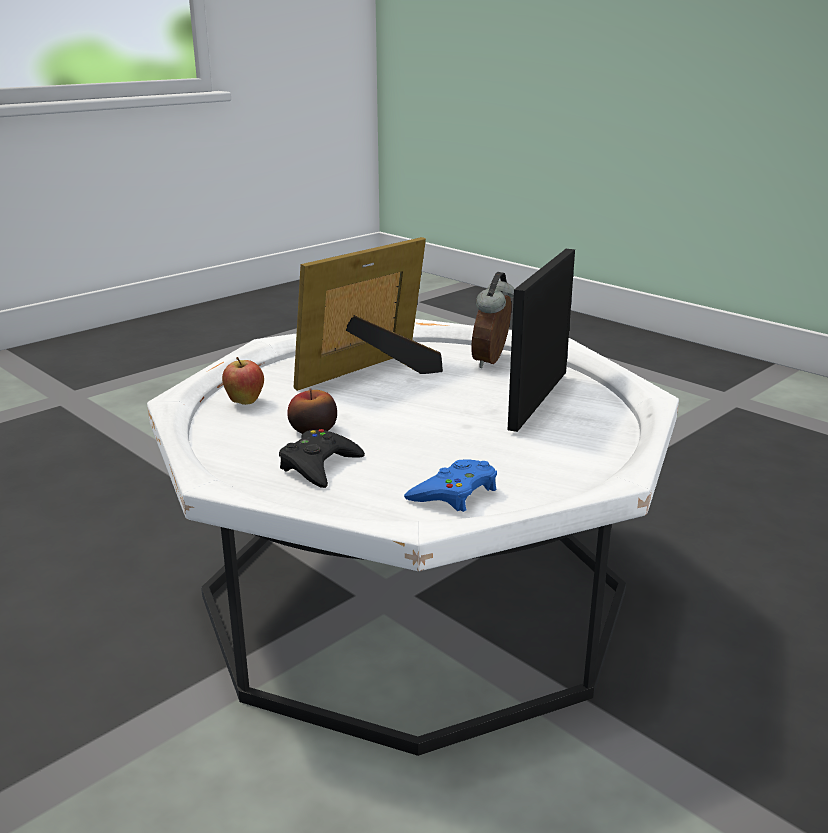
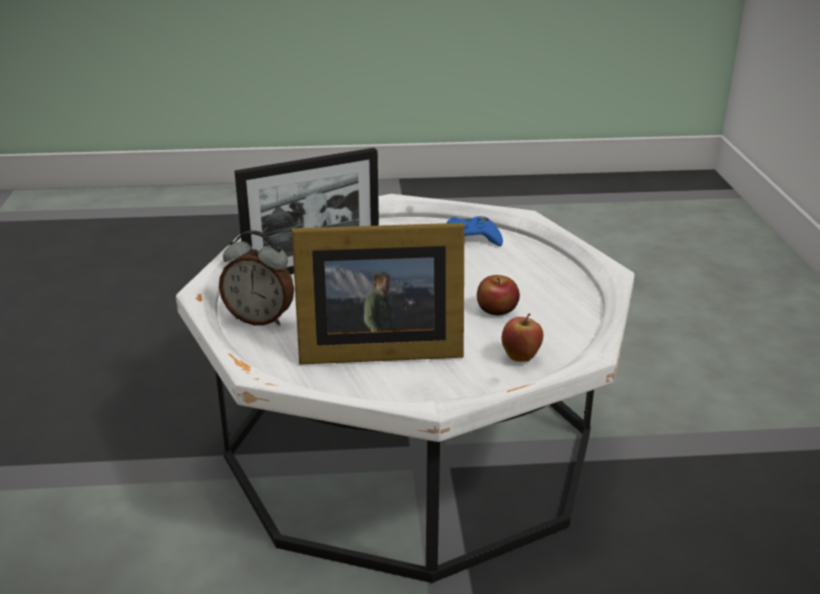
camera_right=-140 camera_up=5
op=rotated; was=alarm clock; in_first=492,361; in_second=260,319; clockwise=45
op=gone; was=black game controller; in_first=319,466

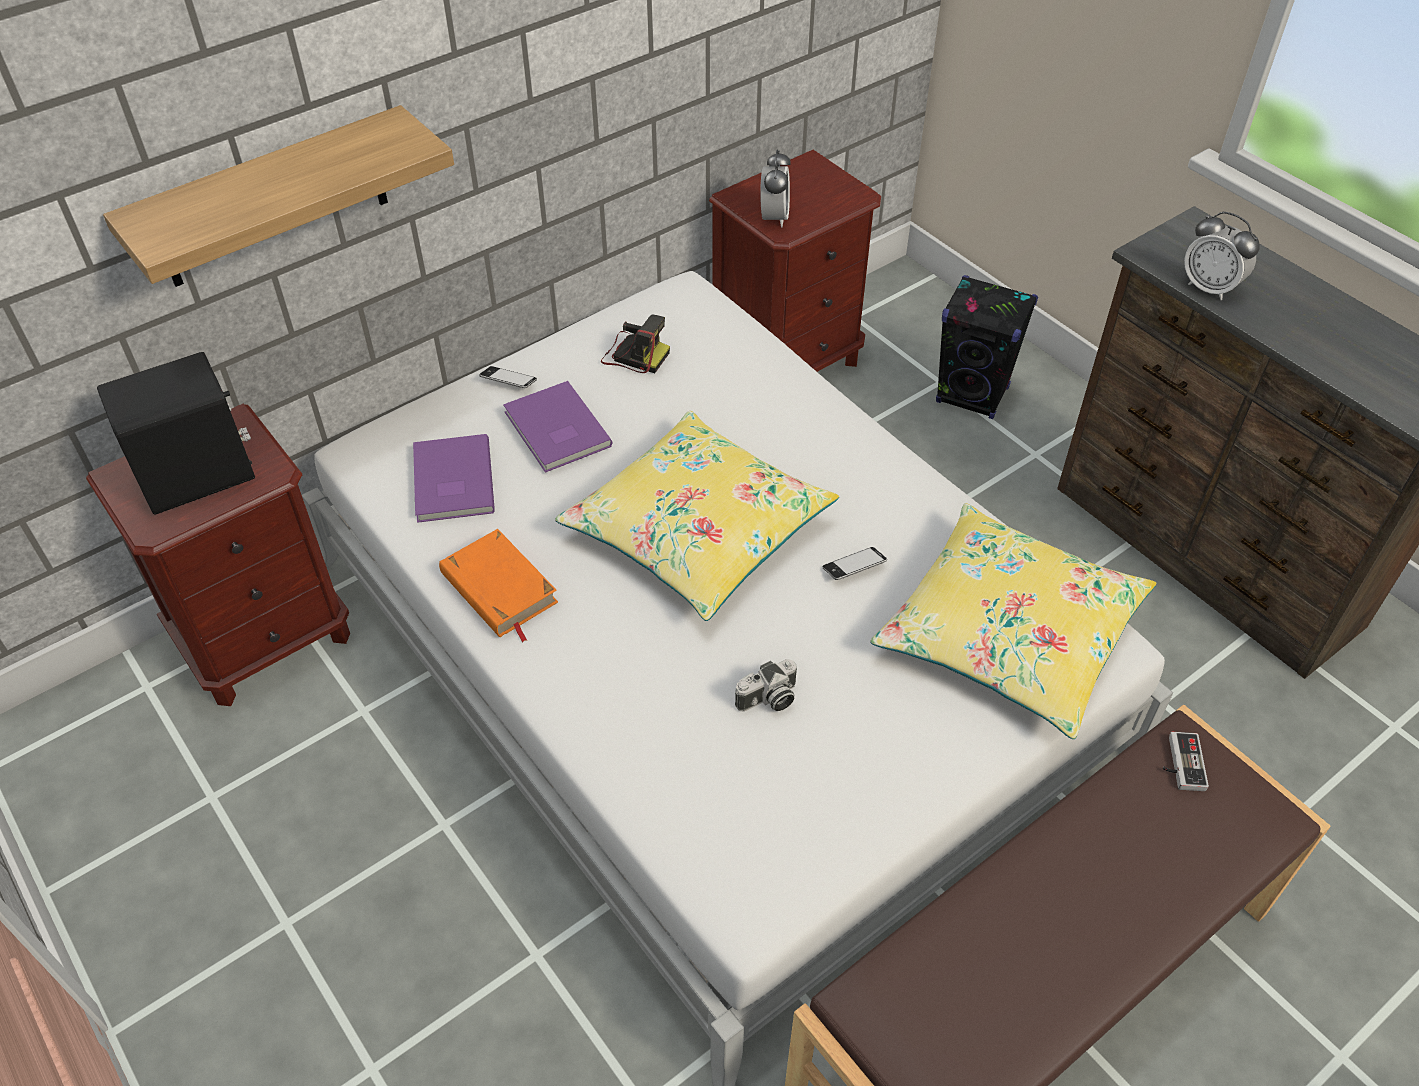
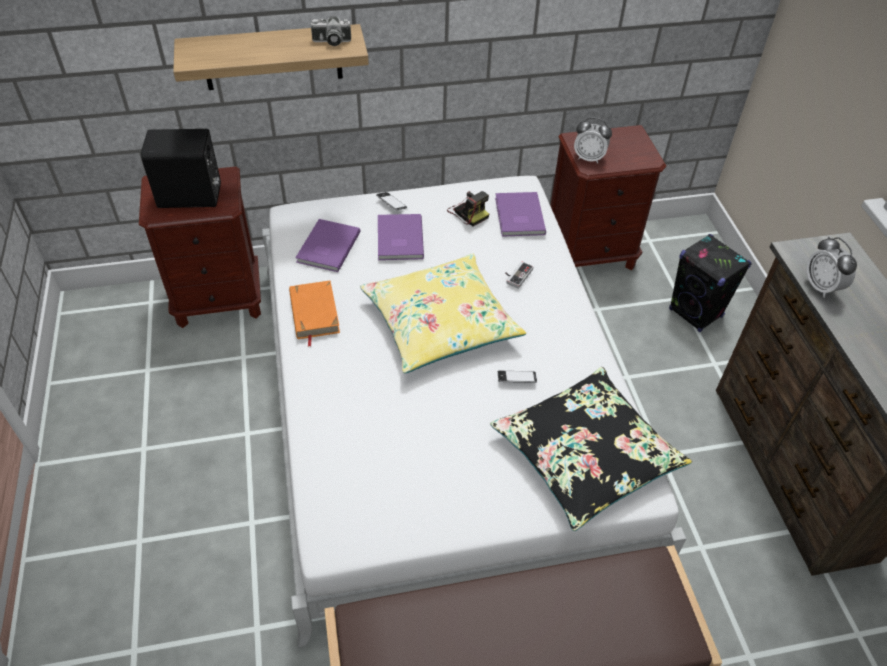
camera_right=25 camera_up=0
op=rotated; was=alarm clock; in_first=774,218; in_second=589,158; clockwise=75
op=repainted; was=yellow pillow; now=black pillow; in_first=1009,633; in_second=585,455
op=shifted; was=photo camera; in_first=768,700; in_second=331,42
op=shifted; was=game controller; in_first=1180,763; in_second=516,275
op=new; now=purple book; in_second=518,216

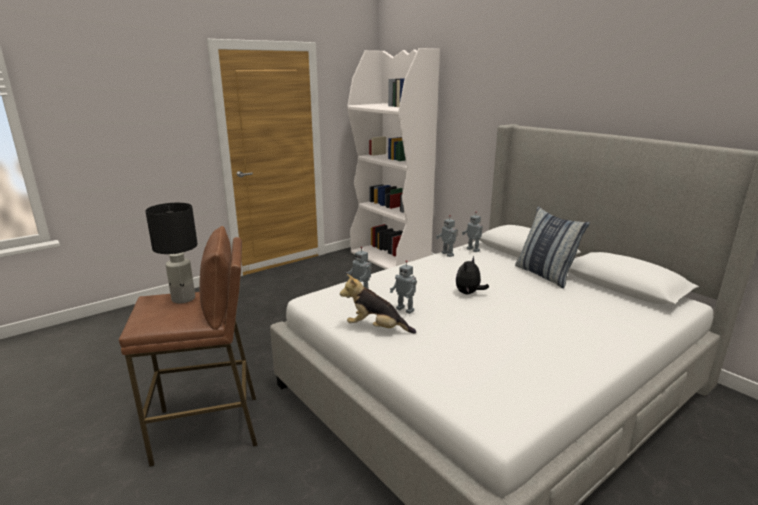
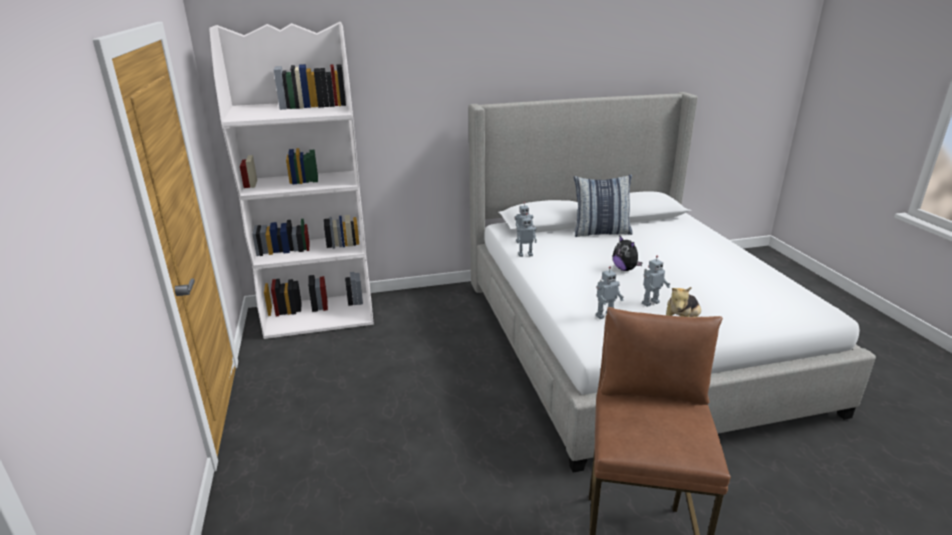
camera_right=-65 camera_up=5
op=gone; was=black table lamp; in_first=184,299

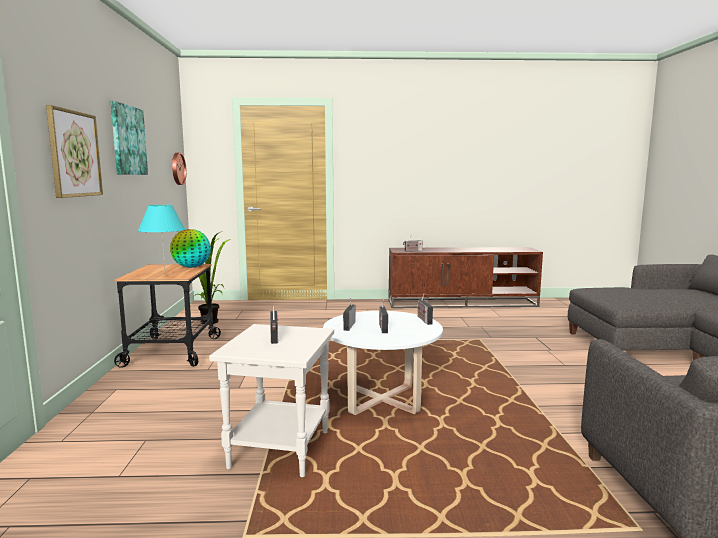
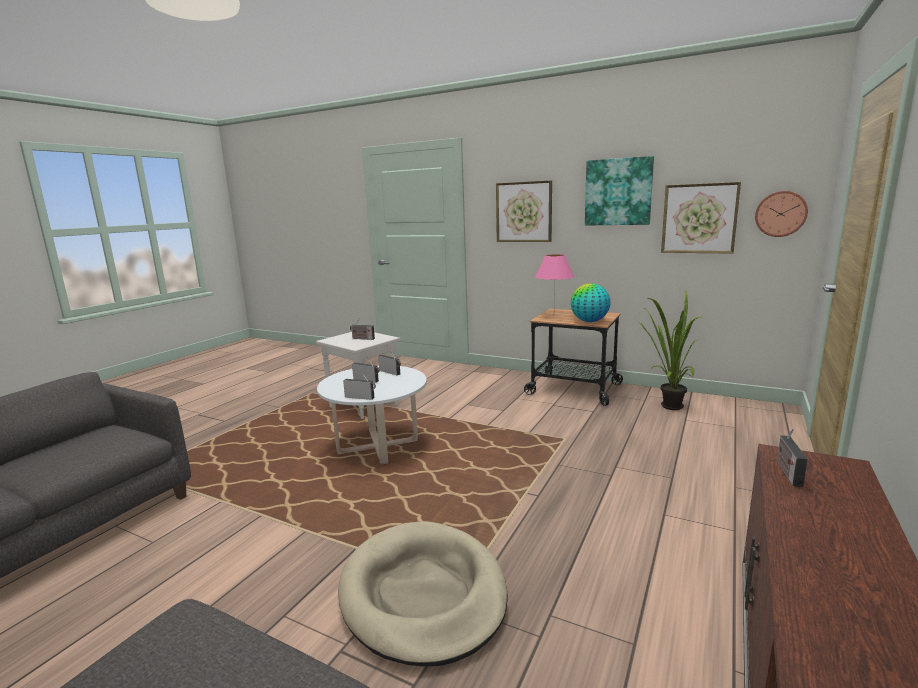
camera_right=120 camera_up=5
op=repainted; was=turquoise table lamp; now=pink table lamp; in_first=165,275; in_second=553,316
op=new; now=picture; in_second=699,218
op=new; now=beige dog bed; in_second=423,594

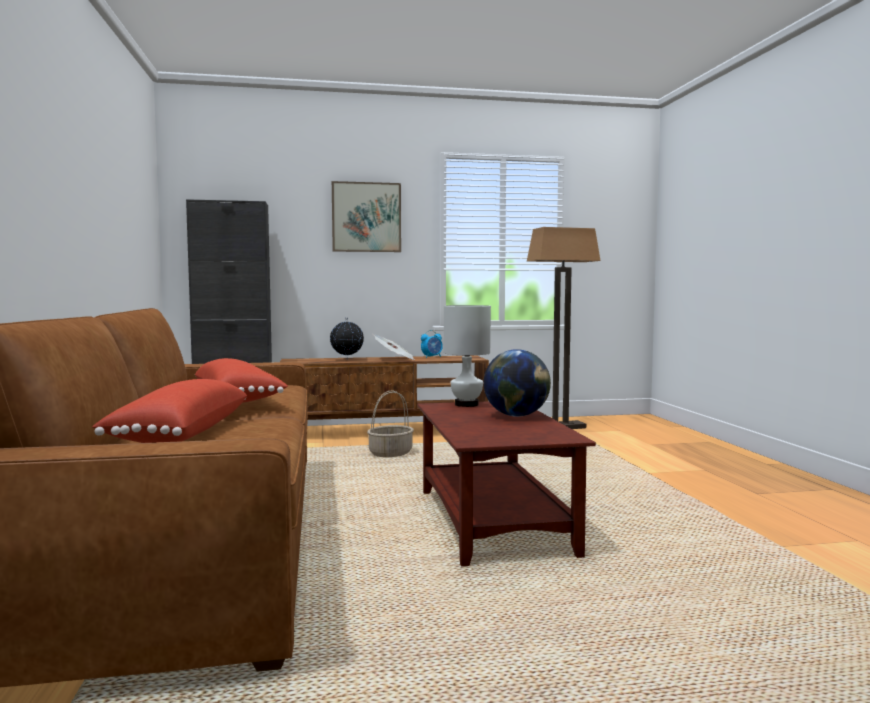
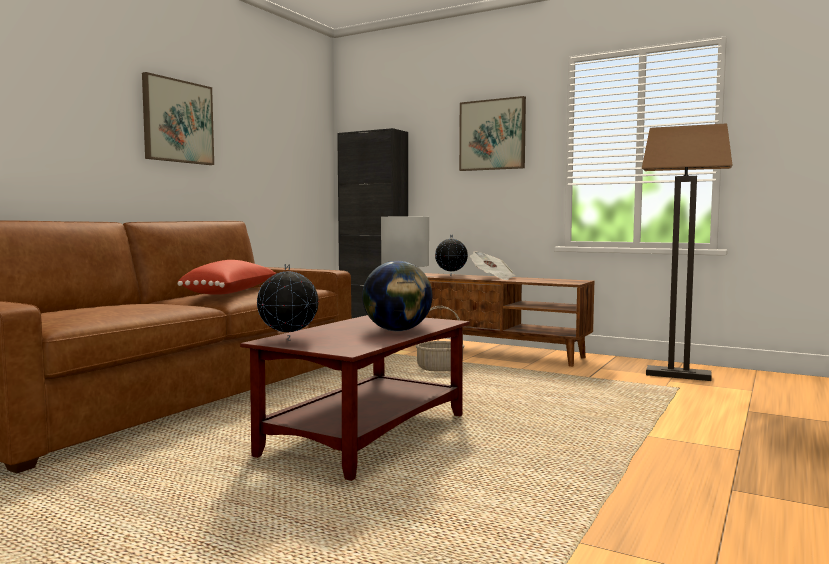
camera_right=40 camera_up=0
op=gone; was=alarm clock; in_first=432,357
op=gone; was=red pillow; in_first=178,435
op=new; now=picture; in_second=178,121
op=new; now=globe; in_second=288,340

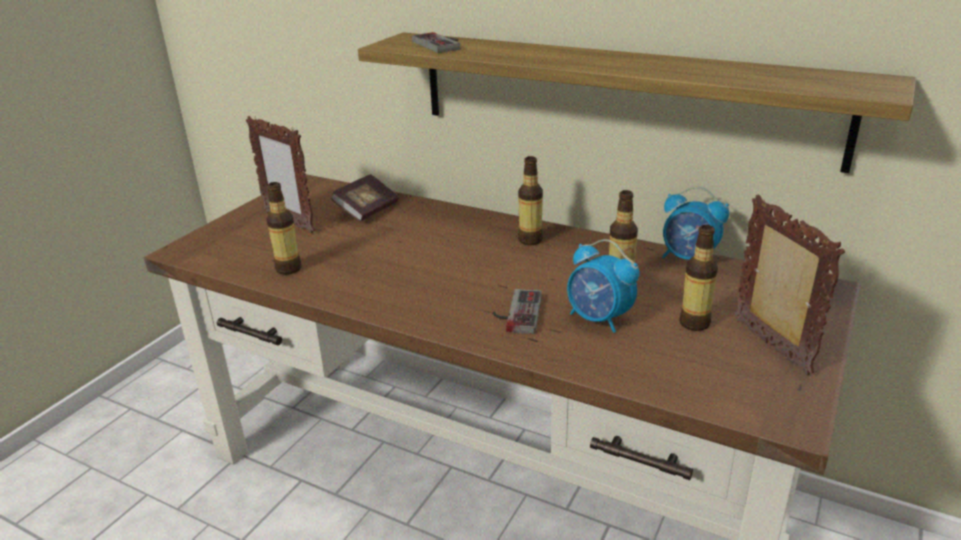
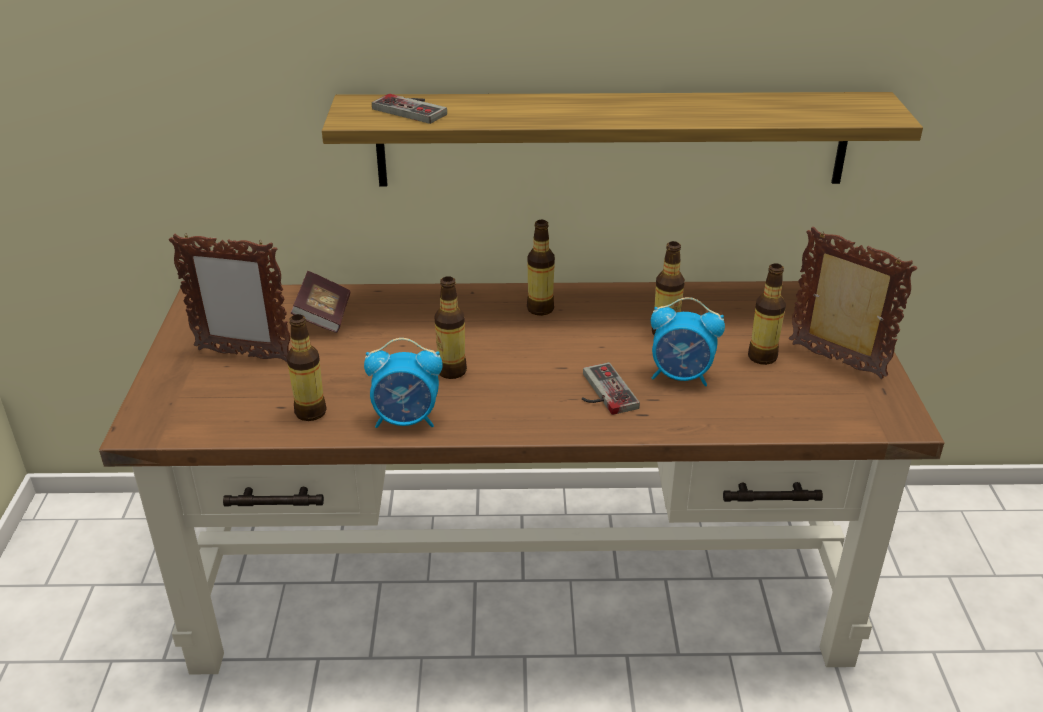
camera_right=-30 camera_up=5
op=shifted; was=alarm clock; in_first=689,259; in_second=406,420
op=new; now=bottle; in_second=452,371

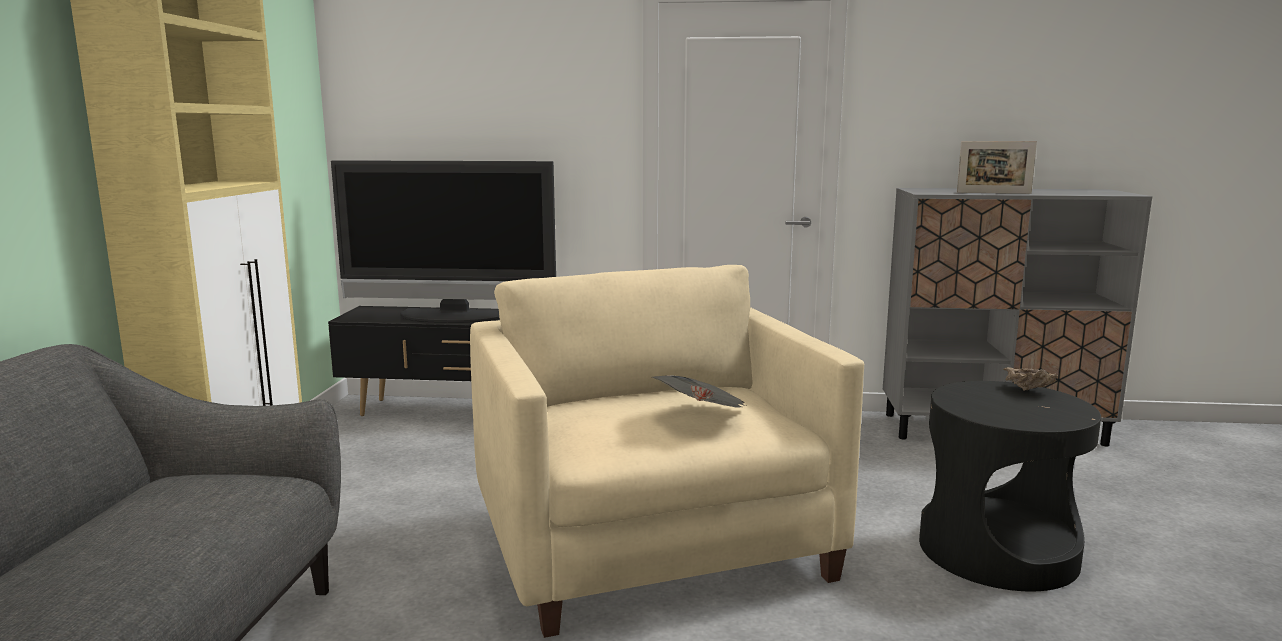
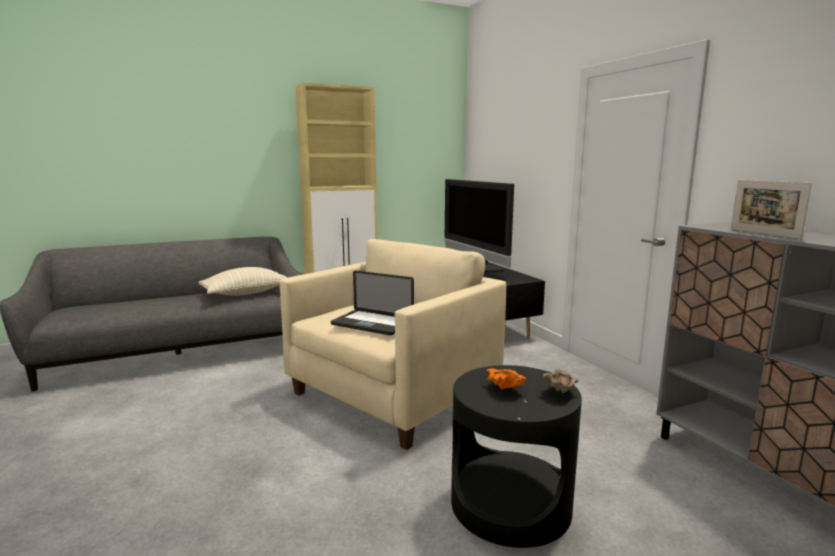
camera_right=60 camera_up=0
op=swapped; was=newspaper; now=laptop; in_first=703,417; in_second=372,324
op=new; now=beige pillow; in_second=246,293
op=new; now=orange bowl; in_second=505,389

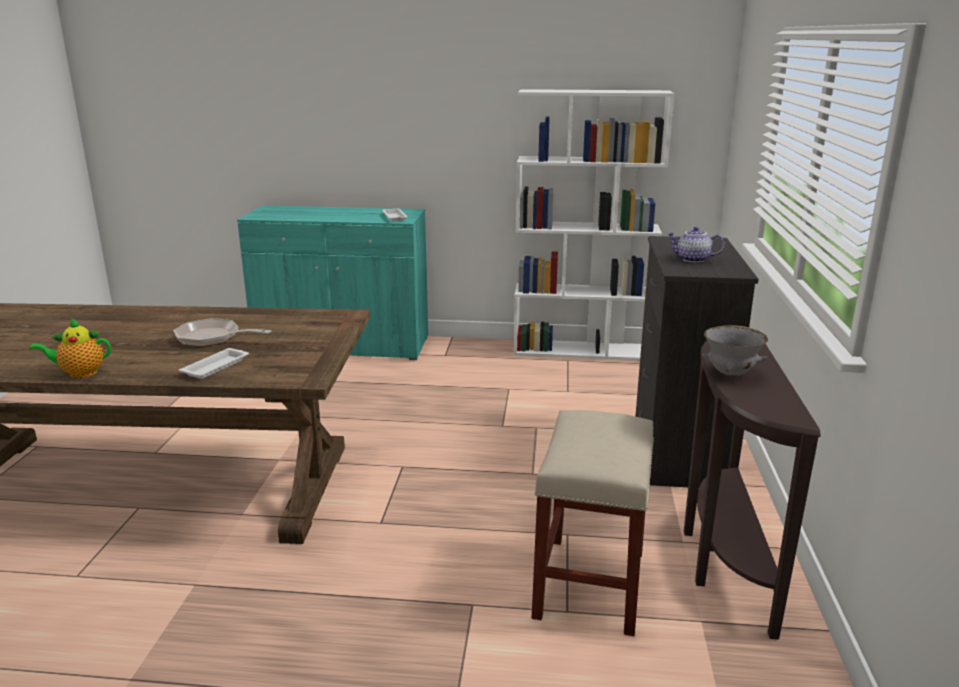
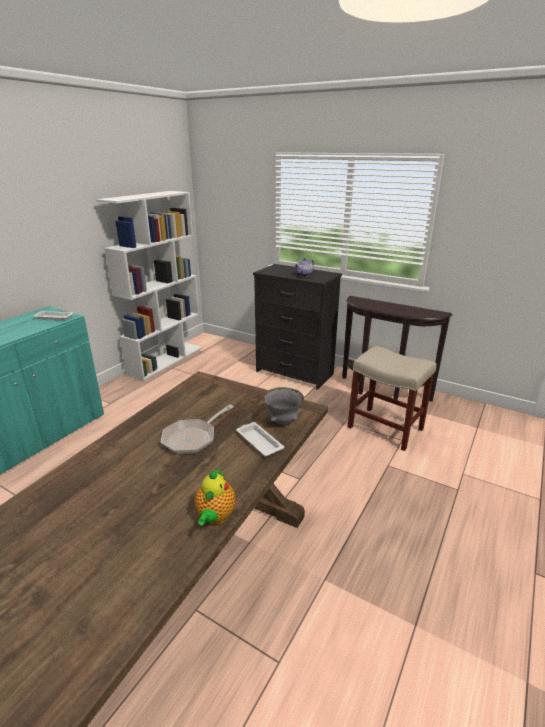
camera_right=-65 camera_up=5
op=shifted; was=grey bowl; in_first=731,374; in_second=283,421

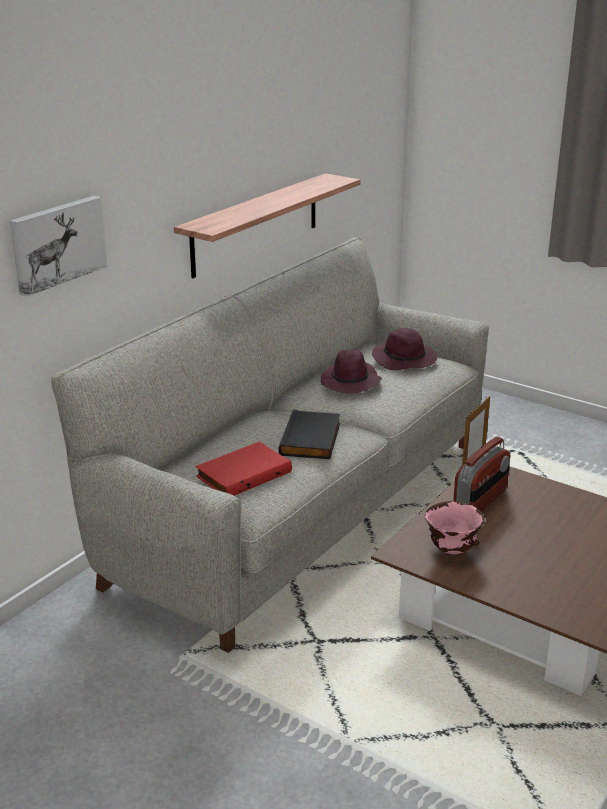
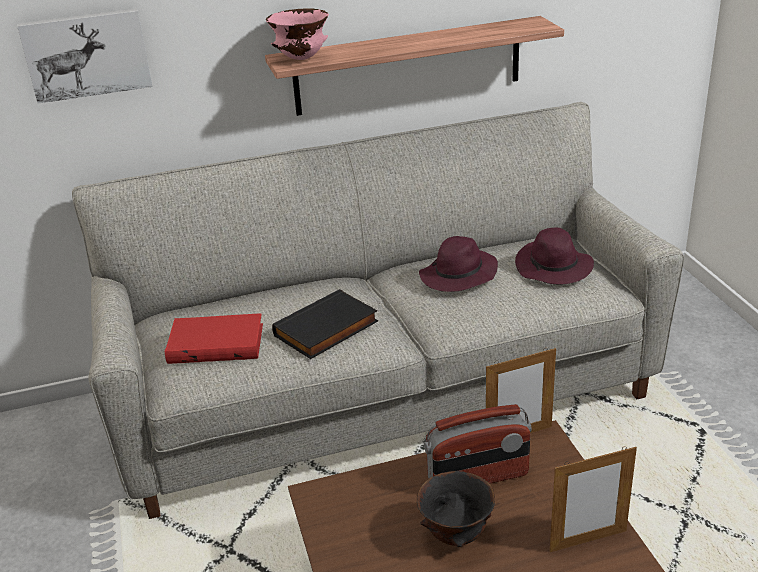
camera_right=40 camera_up=5
op=shifted; was=pink bowl; in_first=451,550; in_second=301,58
op=new; now=picture frame; in_second=588,541
op=new; now=black bowl; in_second=455,536

